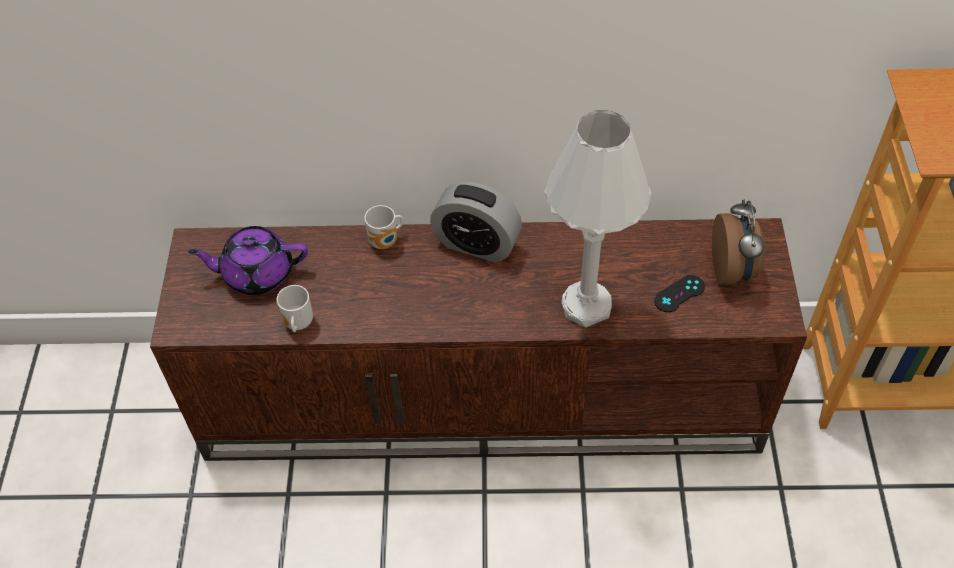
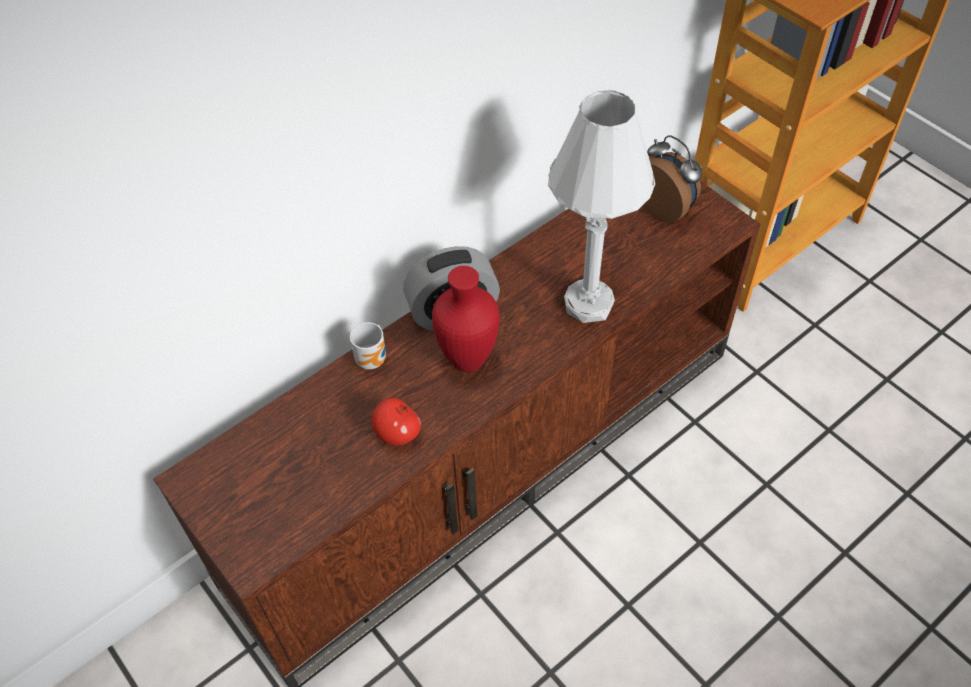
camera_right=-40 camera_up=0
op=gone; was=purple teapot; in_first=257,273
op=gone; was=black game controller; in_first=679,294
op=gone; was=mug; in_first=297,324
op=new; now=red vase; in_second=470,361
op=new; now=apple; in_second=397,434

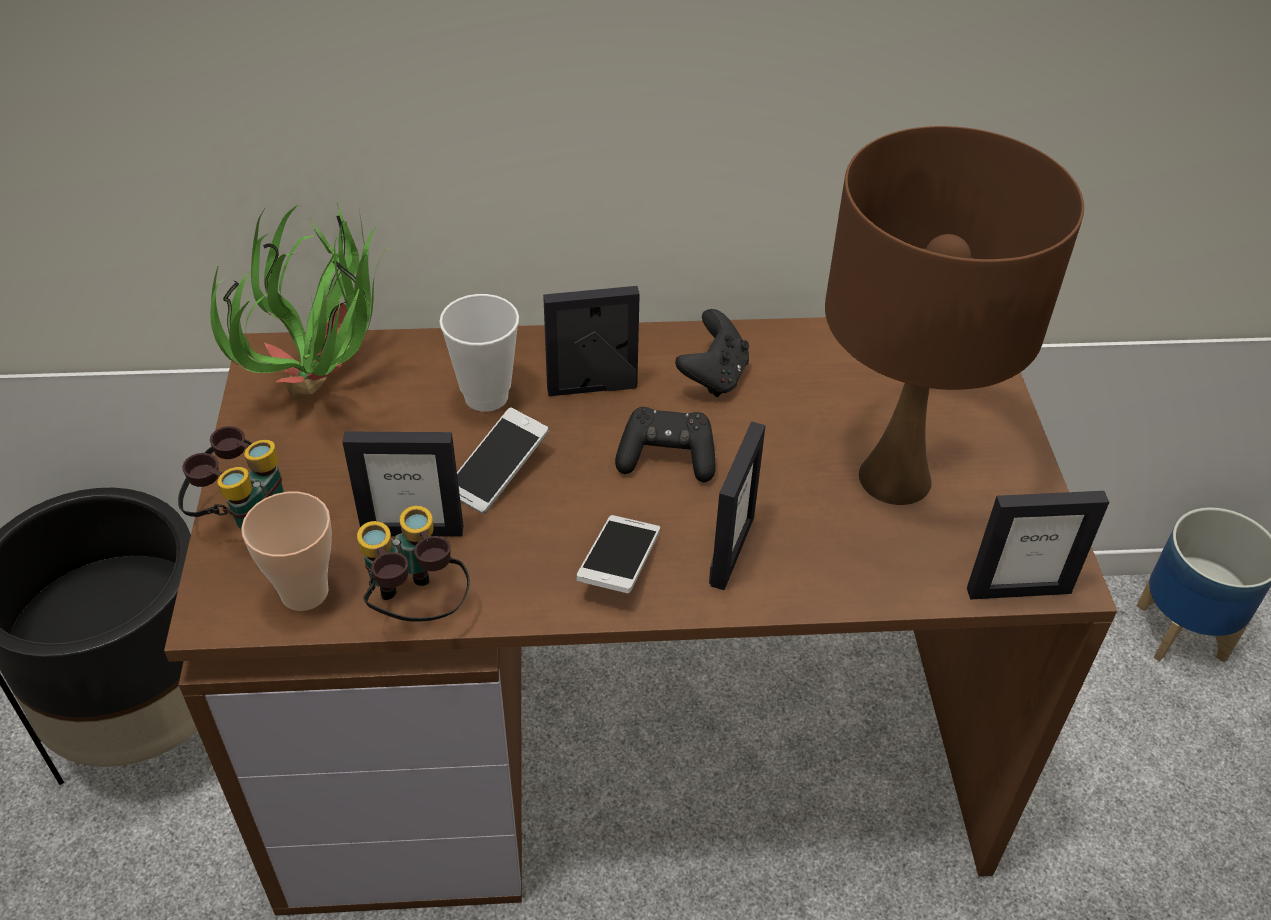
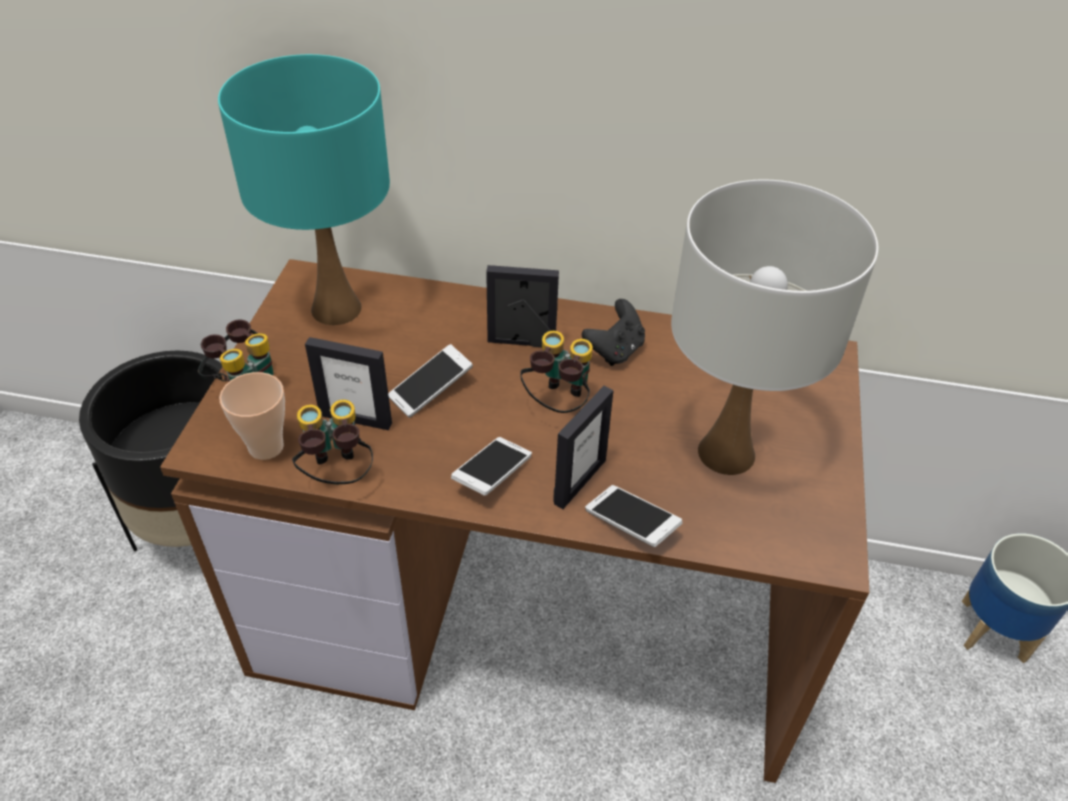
camera_right=15 camera_up=0
op=repainted; was=brown table lamp; now=white table lamp; in_first=894,479; in_second=725,453
op=swapped; was=potted plant; now=turquoise table lamp; in_first=330,389; in_second=337,309
op=gone; was=cup; in_first=486,396
op=swapped; was=black game controller; now=binoculars; in_first=667,458; in_second=557,403
op=gone; was=picture frame; in_first=1018,590
op=new; now=phone; in_second=631,524

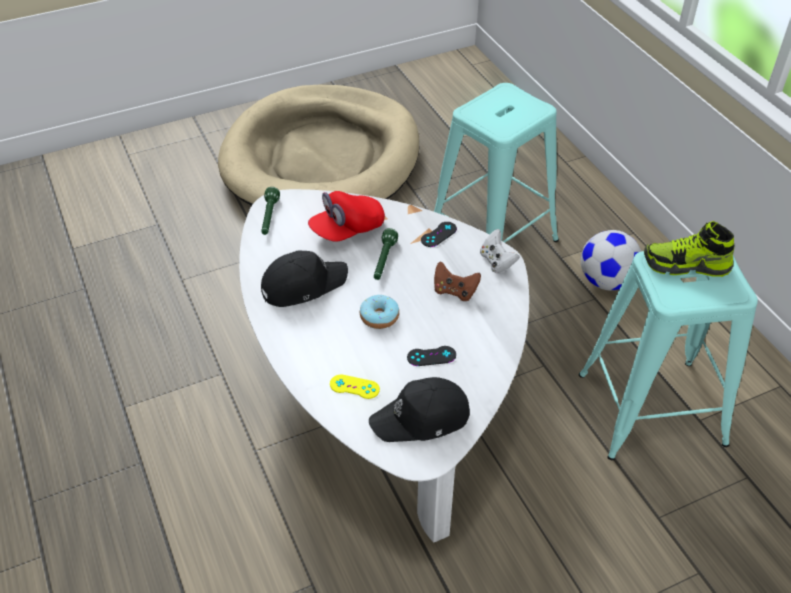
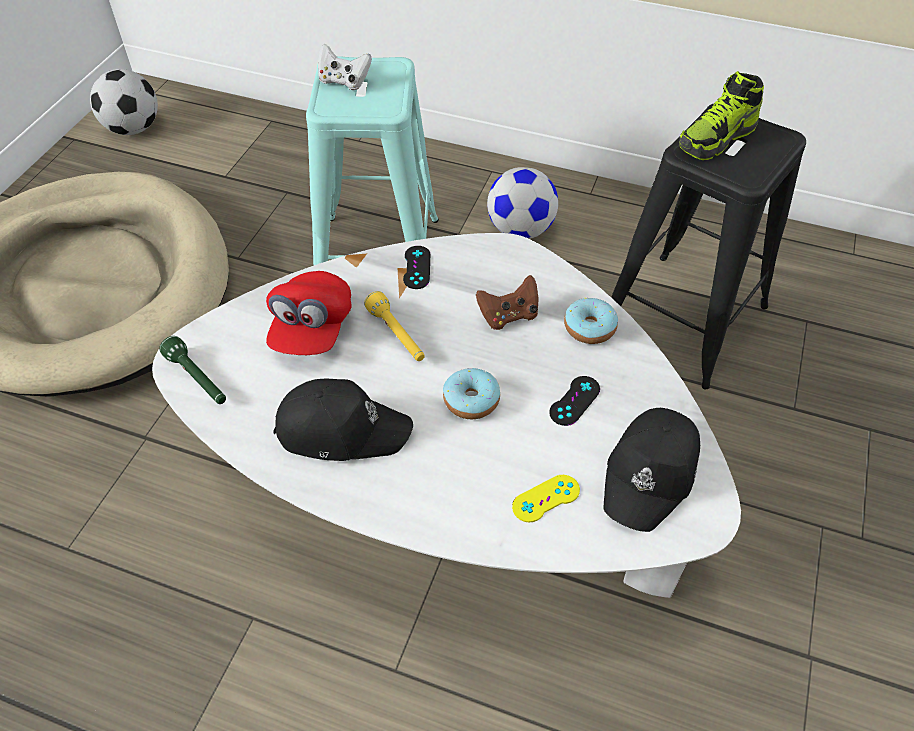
camera_right=-45 camera_up=5
op=repainted; was=green flashlight; now=yellow flashlight; in_first=384,261; in_second=397,335
op=shifted; was=white game controller; in_first=496,262; in_second=344,82
op=rotated; was=black cap; in_first=303,284; in_second=341,429; clockwise=75
op=repainted; was=turquoise stool; now=black stool; in_first=651,409; in_second=683,318
op=new; now=football; in_second=133,129
op=new; now=donut; in_second=589,327

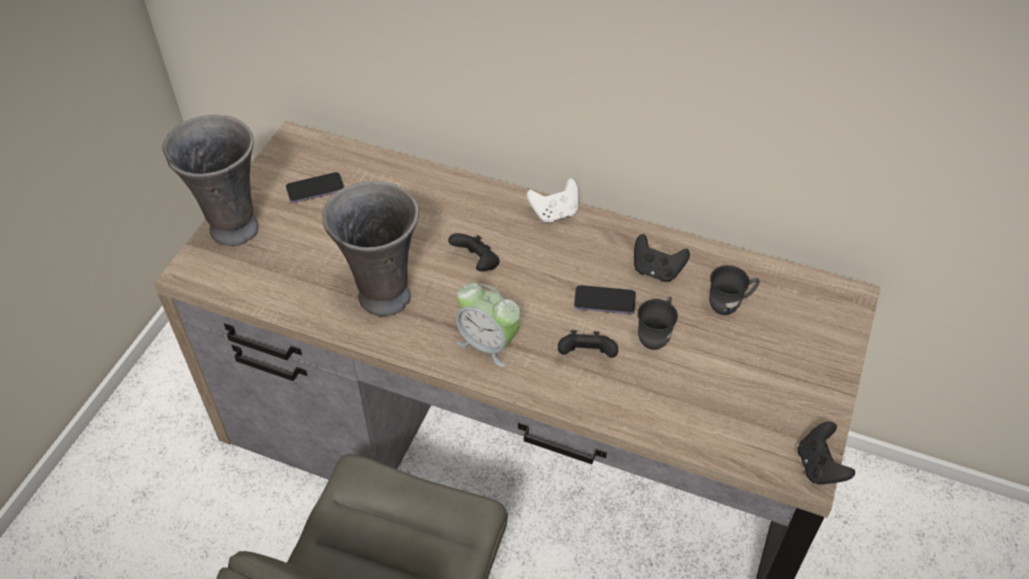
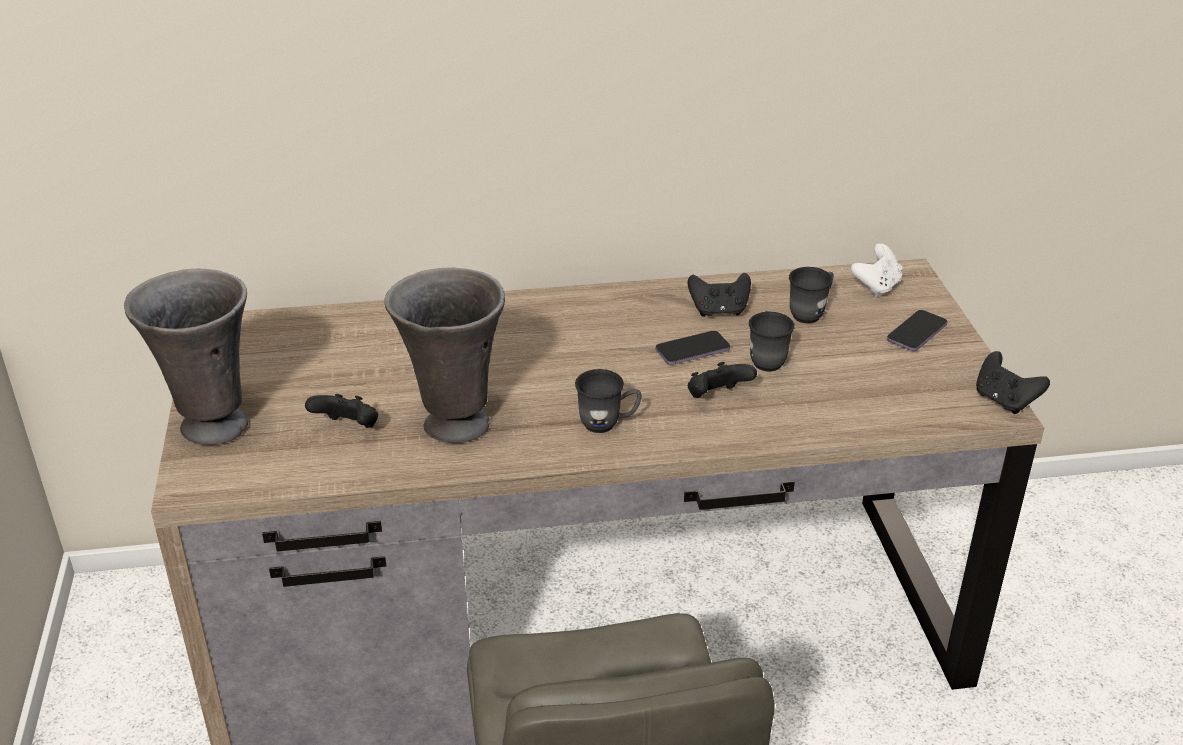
camera_right=-30 camera_up=-15
op=shifted; was=phone; in_first=315,189; in_second=916,333
op=shifted; was=white game controller; in_first=554,213; in_second=876,287
op=shifted; was=black game controller; in_first=477,263; in_second=348,428
op=swapped; was=alarm clock; now=grey mug; in_first=488,344; in_second=608,424

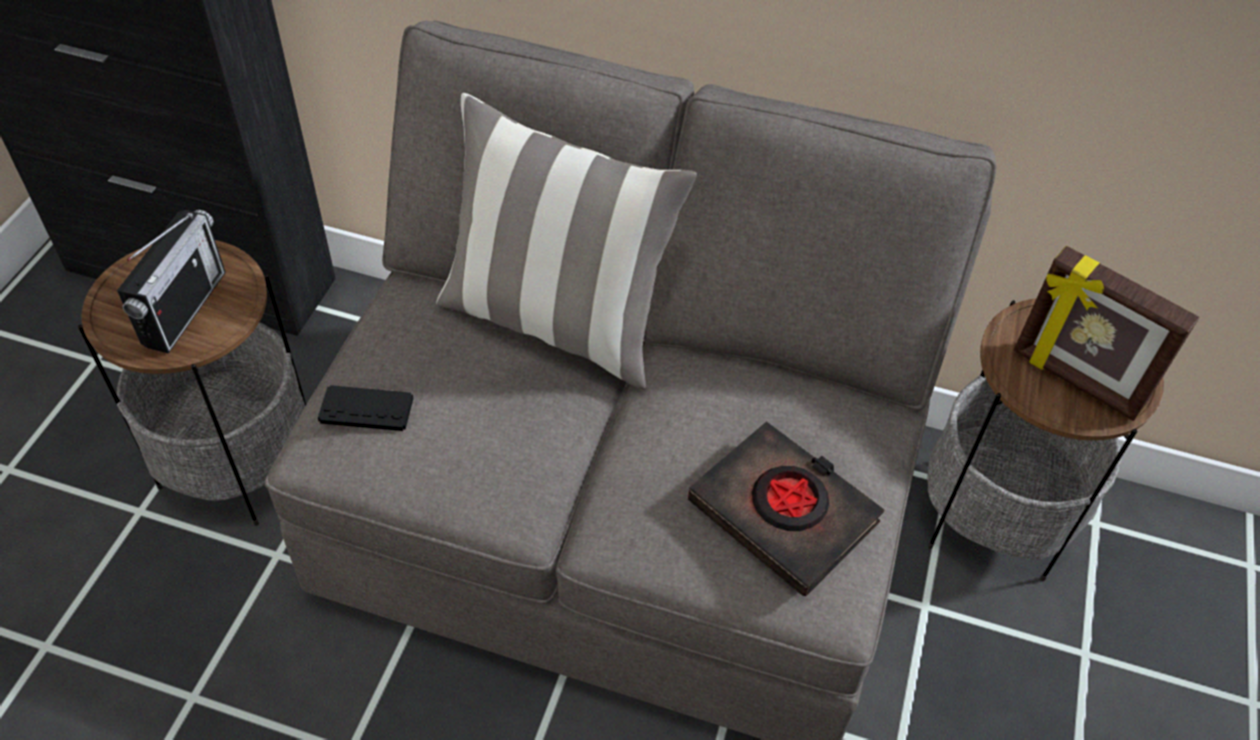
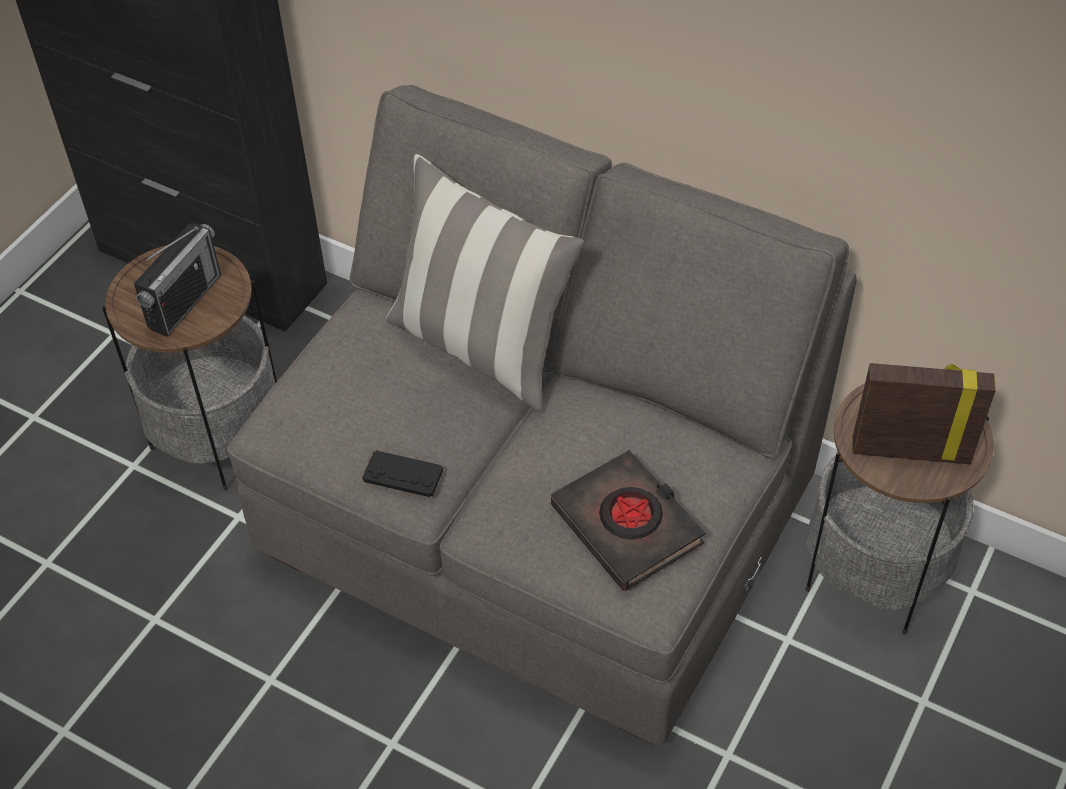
camera_right=15 camera_up=0
op=rotated; was=picture frame; in_first=1075,381; in_second=910,450; clockwise=135
op=shifted; was=black game controller; in_first=366,409; in_second=403,475

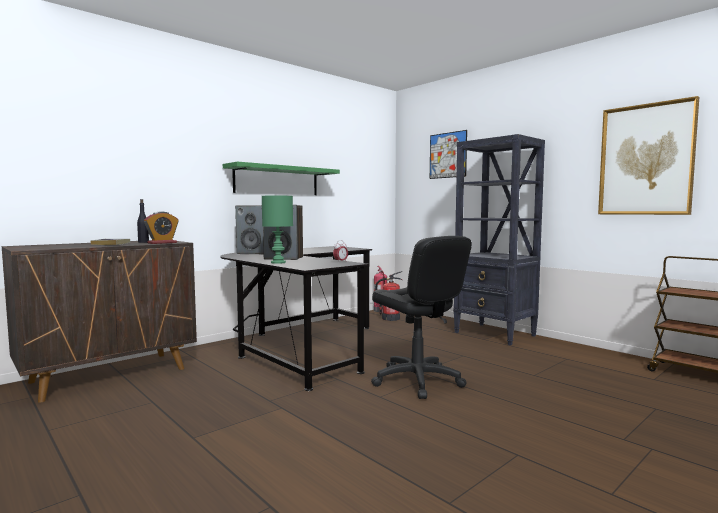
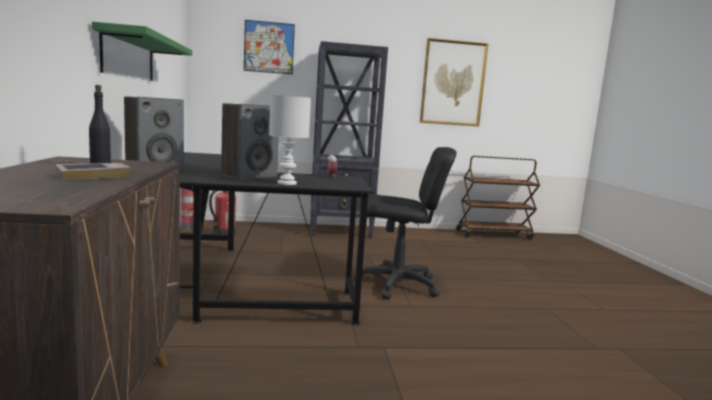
camera_right=-55 camera_up=5
op=repainted; was=green table lamp; now=white table lamp; in_first=278,262; in_second=286,183
op=gone; was=alarm clock; in_first=162,243

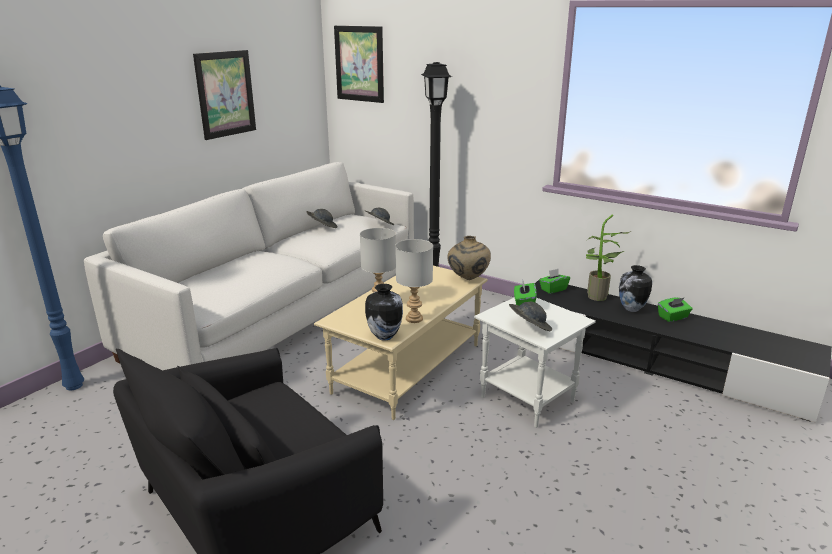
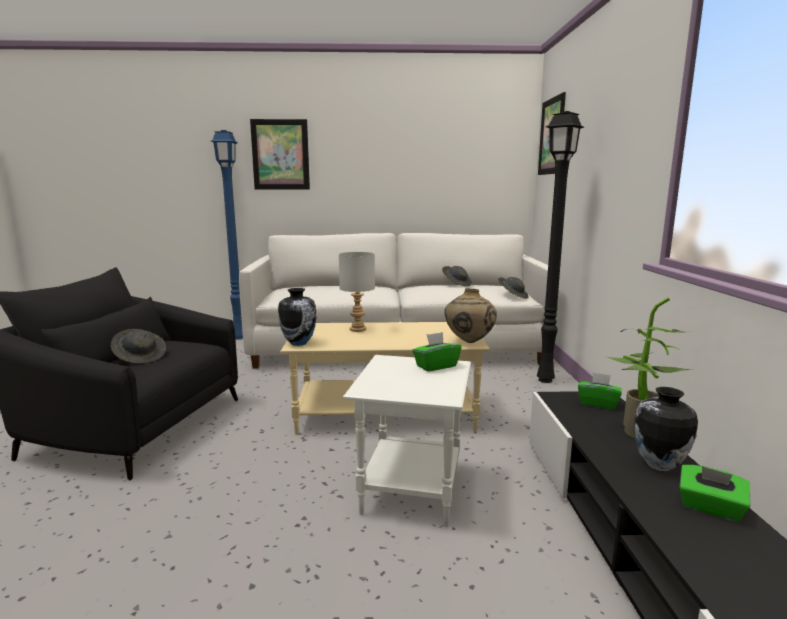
camera_right=55 camera_up=-10
op=shifted; was=picture; in_first=225,94; in_second=280,155
op=gone; was=grey table lamp; in_first=414,318
op=shifted; was=grey hat; in_first=529,327; in_second=140,357

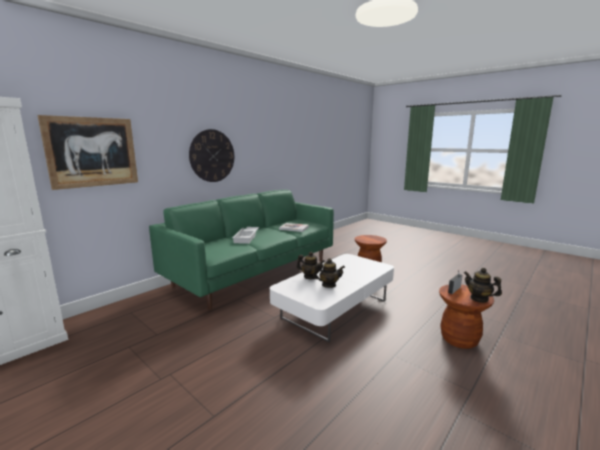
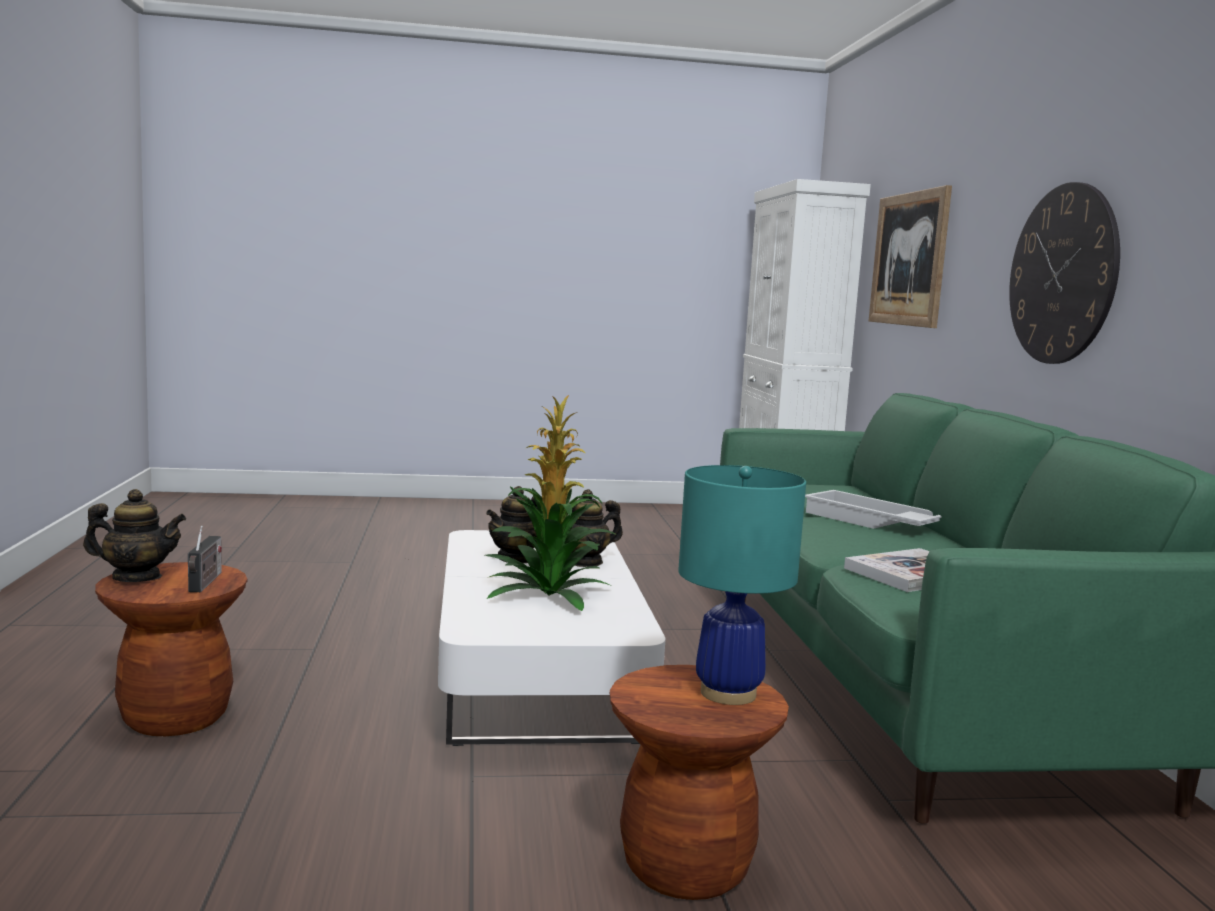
camera_right=130 camera_up=-5
op=new; now=potted plant; in_second=549,593
op=new; now=turquoise table lamp; in_second=728,693

